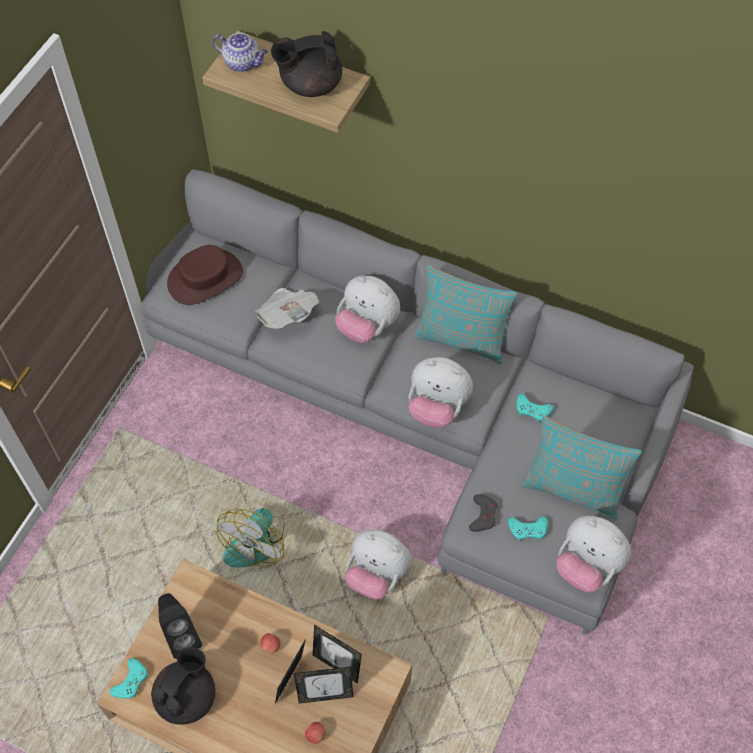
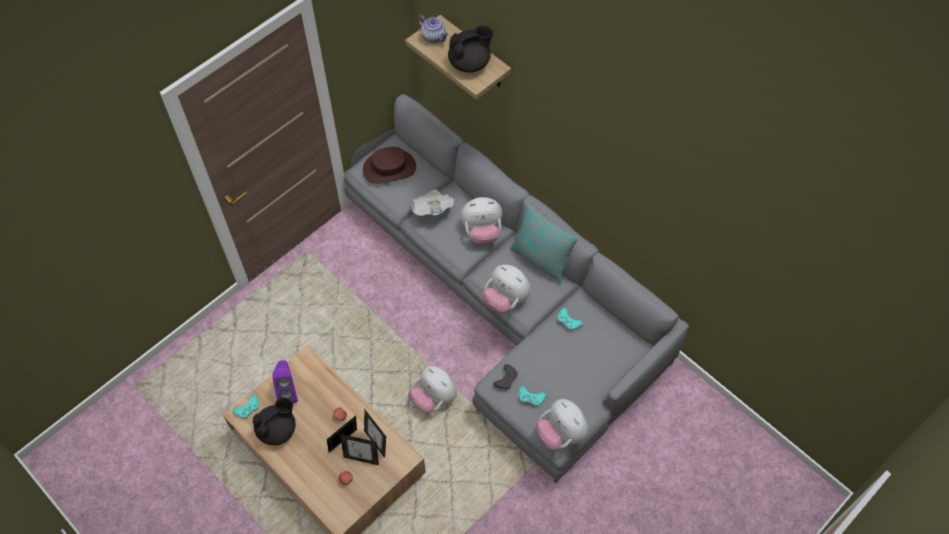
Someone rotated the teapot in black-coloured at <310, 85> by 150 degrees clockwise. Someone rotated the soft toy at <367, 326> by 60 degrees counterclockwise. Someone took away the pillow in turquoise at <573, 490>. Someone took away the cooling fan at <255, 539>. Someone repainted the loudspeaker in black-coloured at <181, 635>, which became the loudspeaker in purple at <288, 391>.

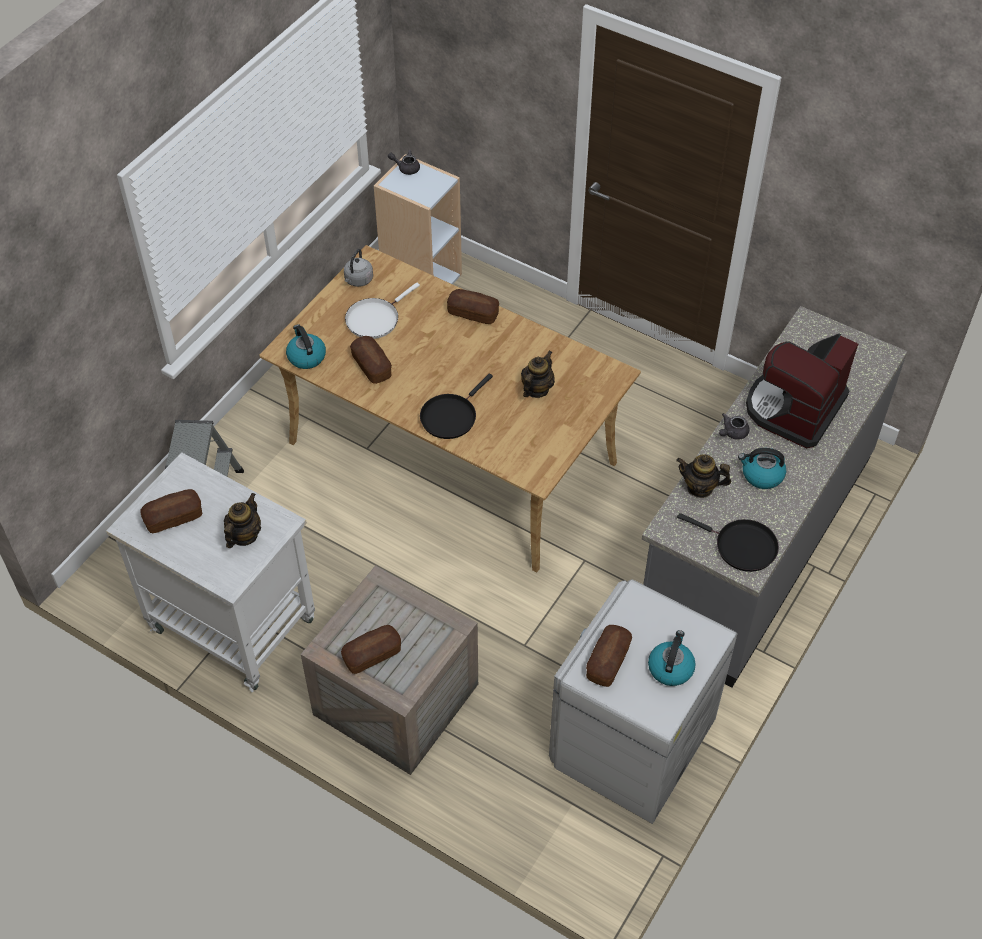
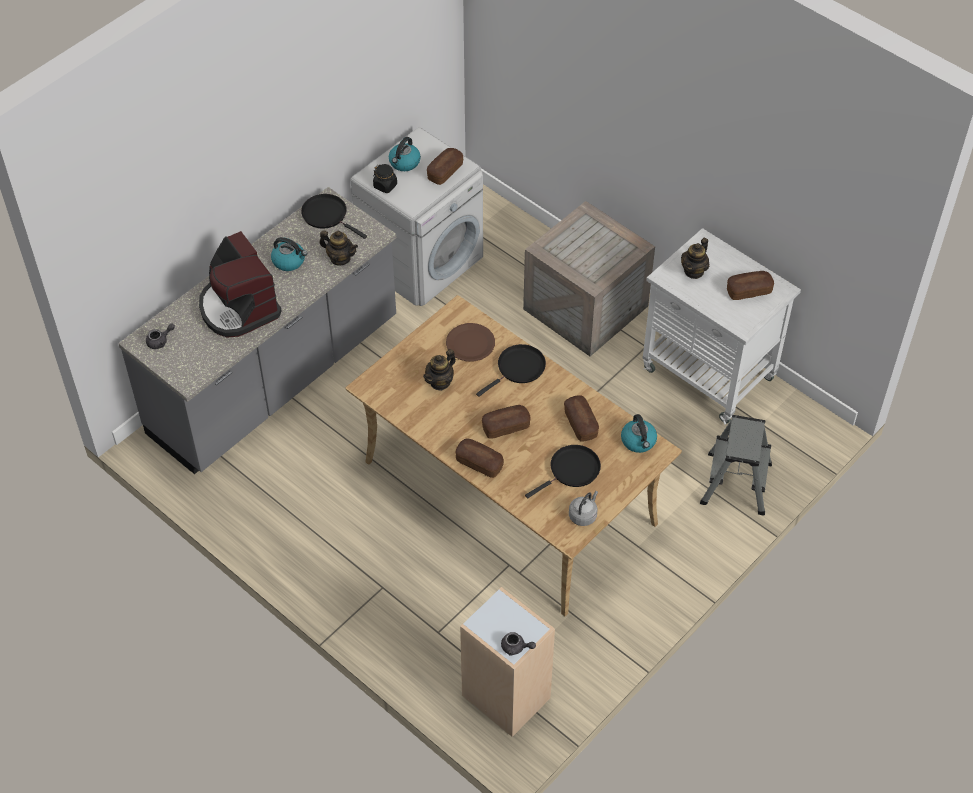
Someone repainted the skillet in whitish at <375, 319>, which became the skillet in black-coloured at <572, 470>. Someone rotated the coffee maker at <794, 408> by 105 degrees clockwise. Someone carried the teapot in grey from <732, 433> to <160, 341>. Someone carried the baked bread from <372, 655> to <505, 427>. Someone put down the jar in black-coloured at <385, 186>. Someone put down the flat dish in brownish at <470, 343>.

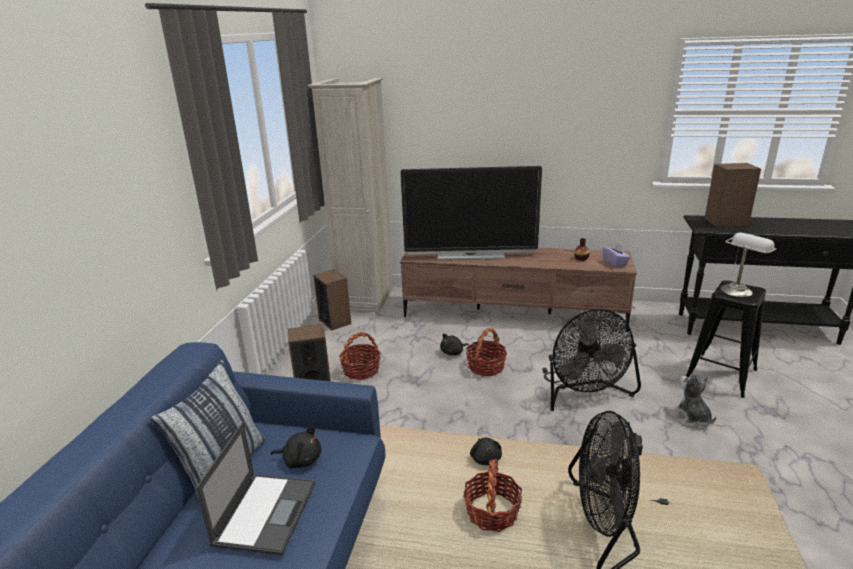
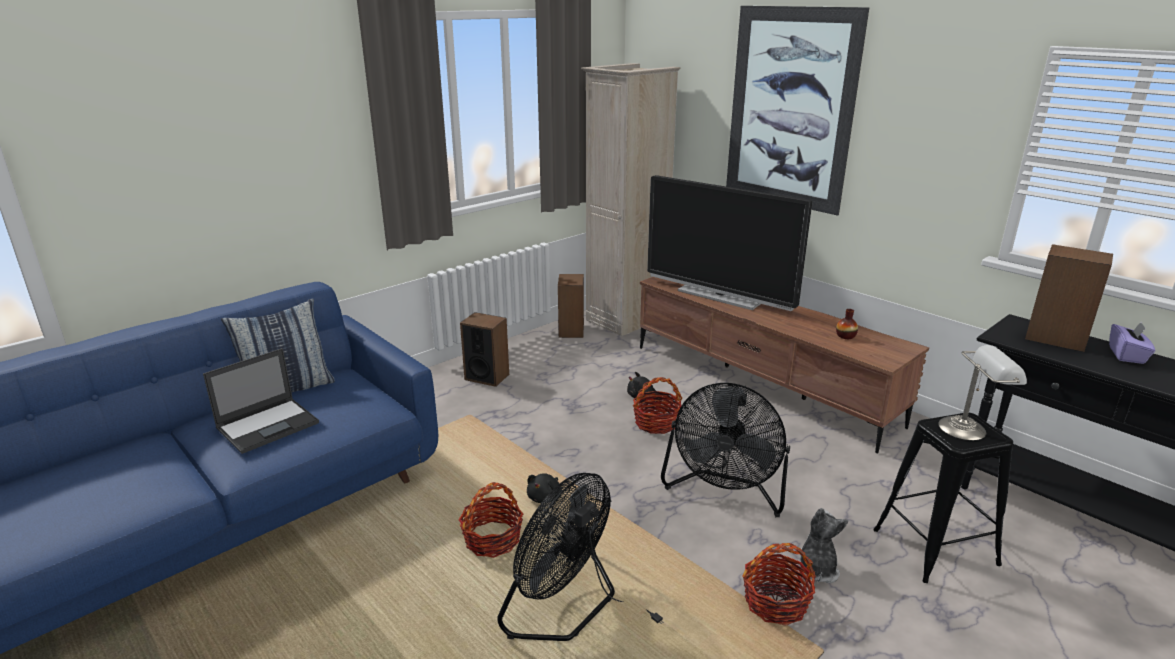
Someone carried the tissue box in purple from <615, 263> to <1127, 355>. Someone carried the household basket from <361, 370> to <775, 603>. Someone took away the soft toy in black-coloured at <301, 460>. Someone put up the wall art at <790, 109>.

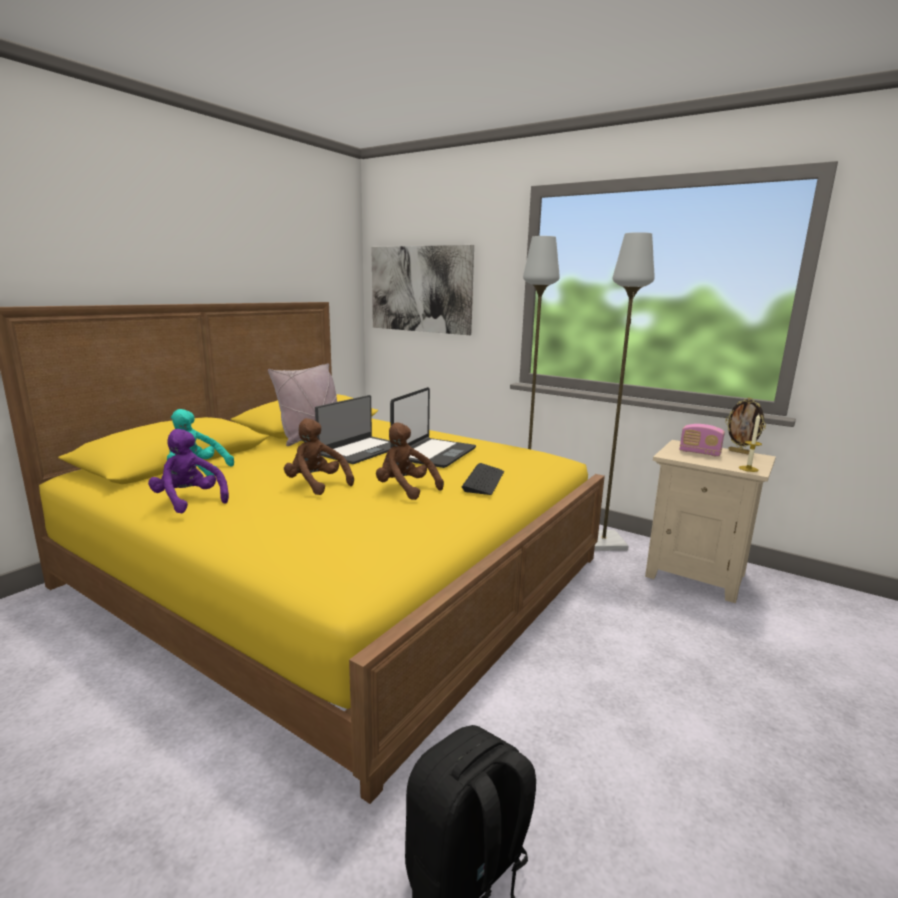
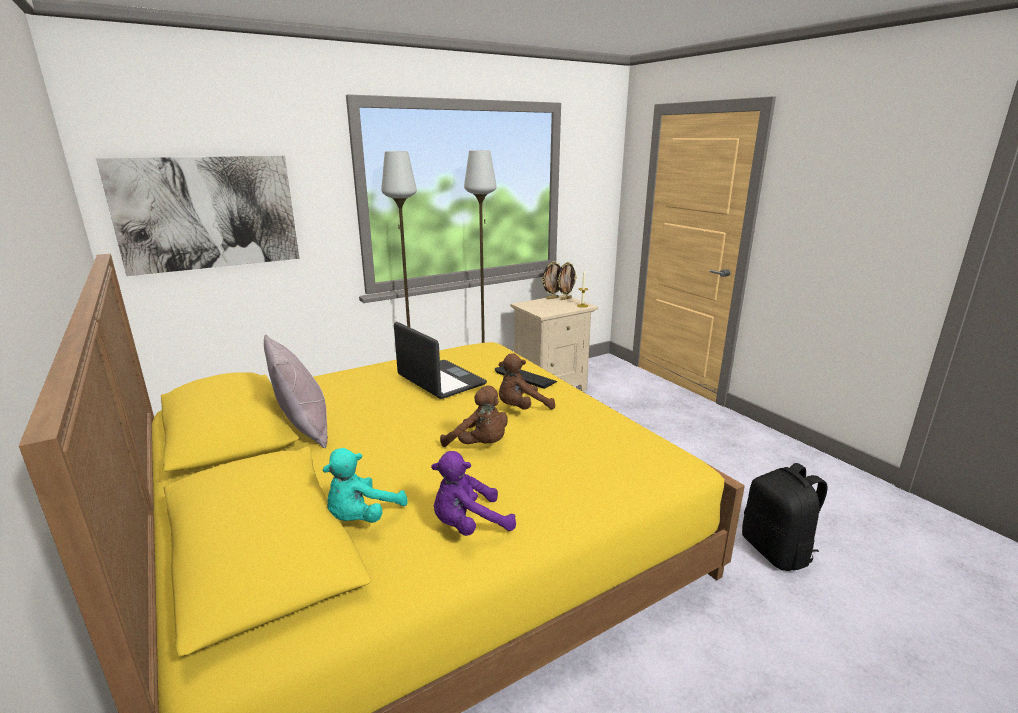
Someone took away the notebook computer at <361, 450>. Someone rotated the soft toy in brownish at <316, 484> by 120 degrees counterclockwise. Someone took away the radio at <699, 453>. Someone put down the photo frame at <565, 299>.

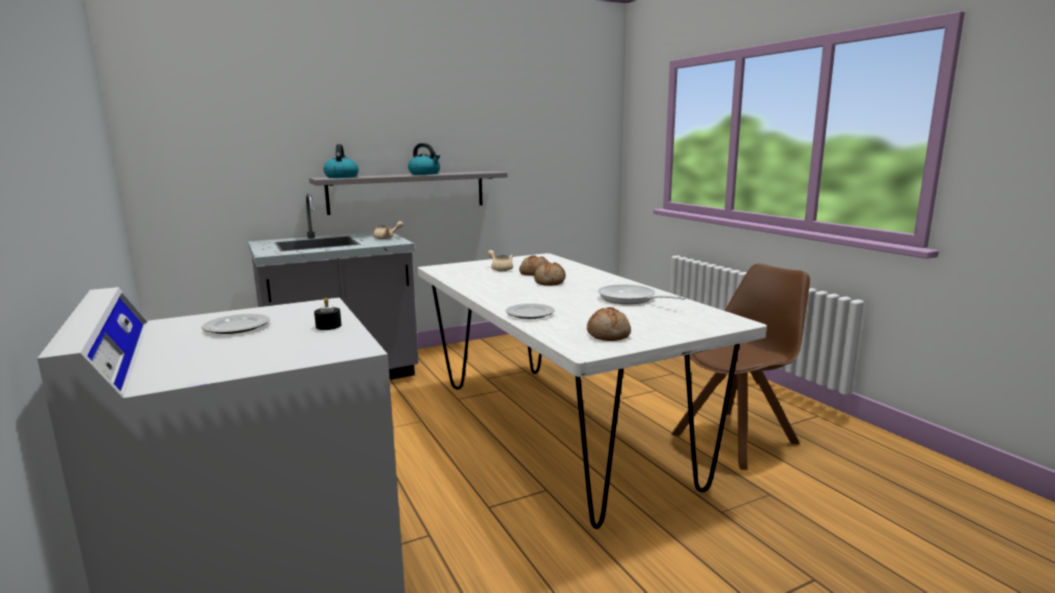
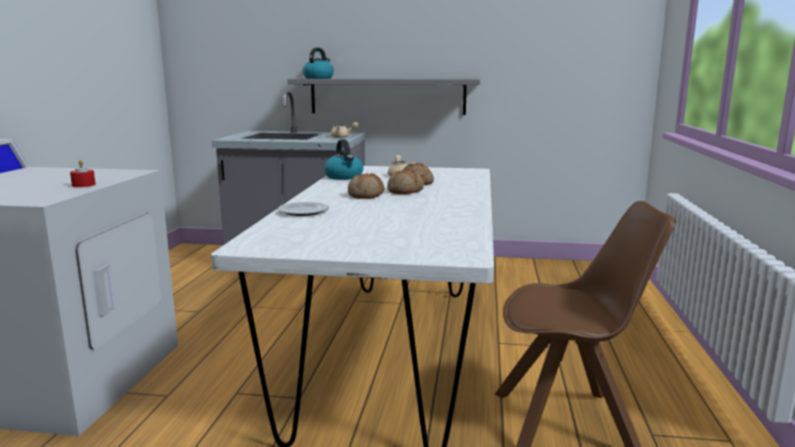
Someone carried the tea kettle from <425, 174> to <344, 177>. Someone took away the skillet at <630, 299>. Someone repainted the wax light in black-coloured at <328, 326>, which became the wax light in reddish at <83, 185>. Someone carried the baked bread from <608, 334> to <366, 195>. Someone took away the flat dish at <237, 327>.

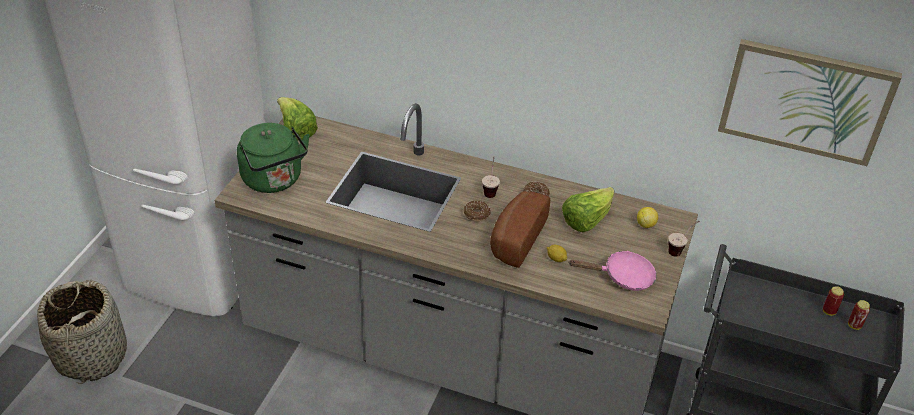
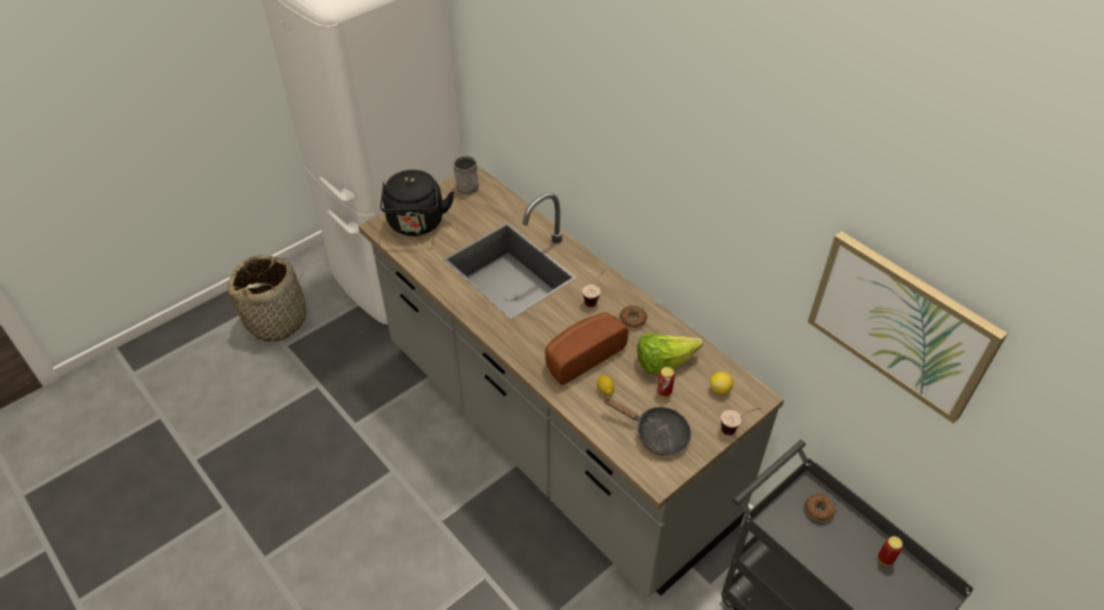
Someone swapped the lettuce head at <296, 130> for the coffee mug in grey at <467, 185>. Someone repainted the tea kettle in green at <274, 180>, which became the tea kettle in black-coloured at <416, 224>. Someone carried the ring doughnut from <476, 214> to <818, 510>. Someone repainted the skillet in pinkish at <623, 277>, which became the skillet in black-coloured at <656, 434>. Someone carried the can from <854, 325> to <664, 392>.

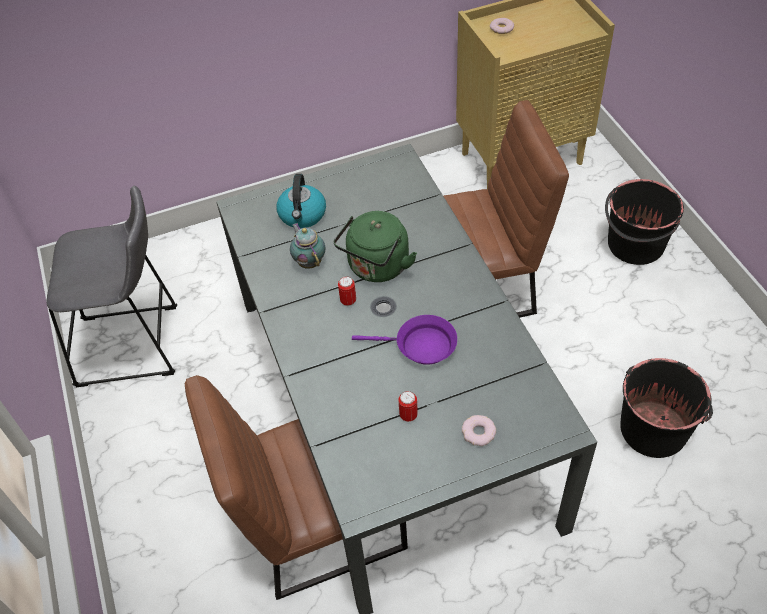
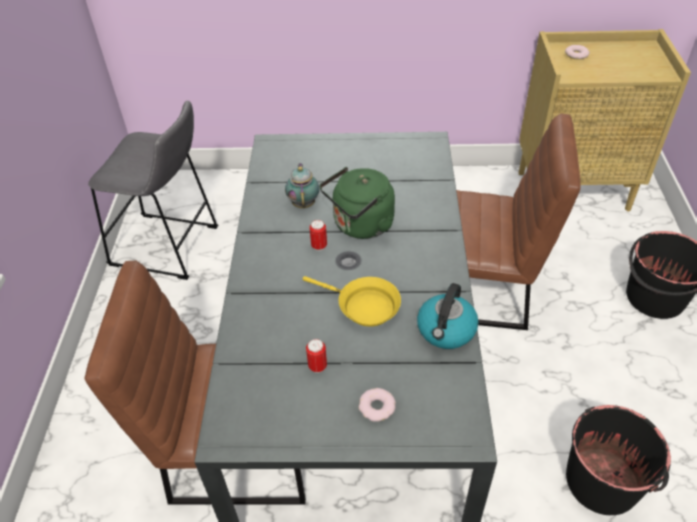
Someone carried the tea kettle from <302, 215> to <446, 331>. Someone repainted the skillet in purple at <420, 346>, which became the skillet in yellow-coloured at <363, 306>.

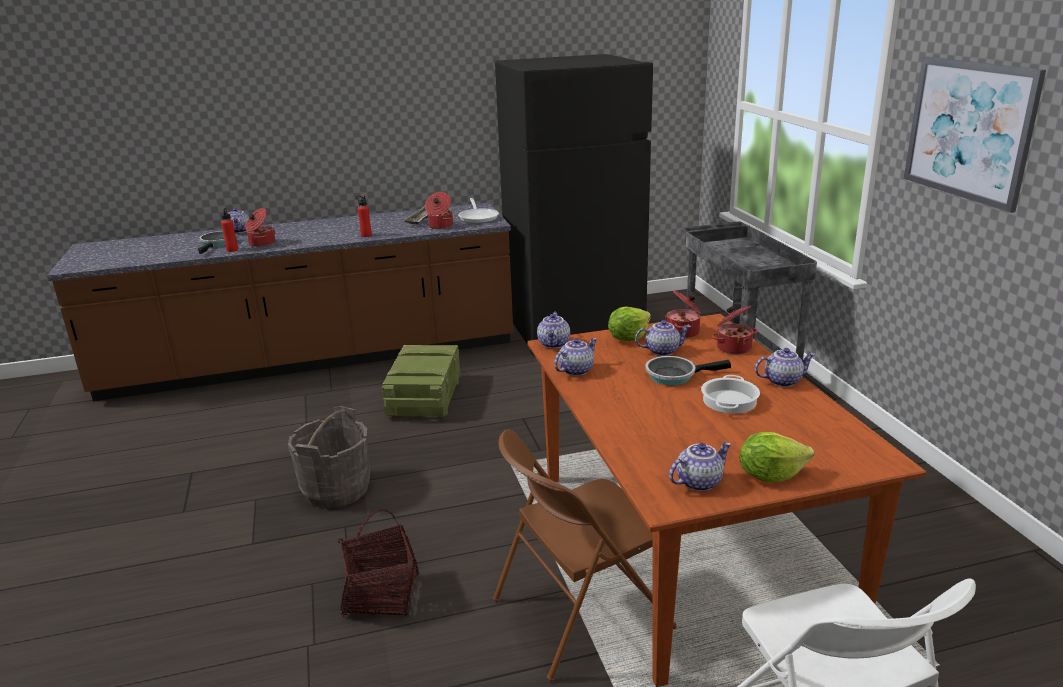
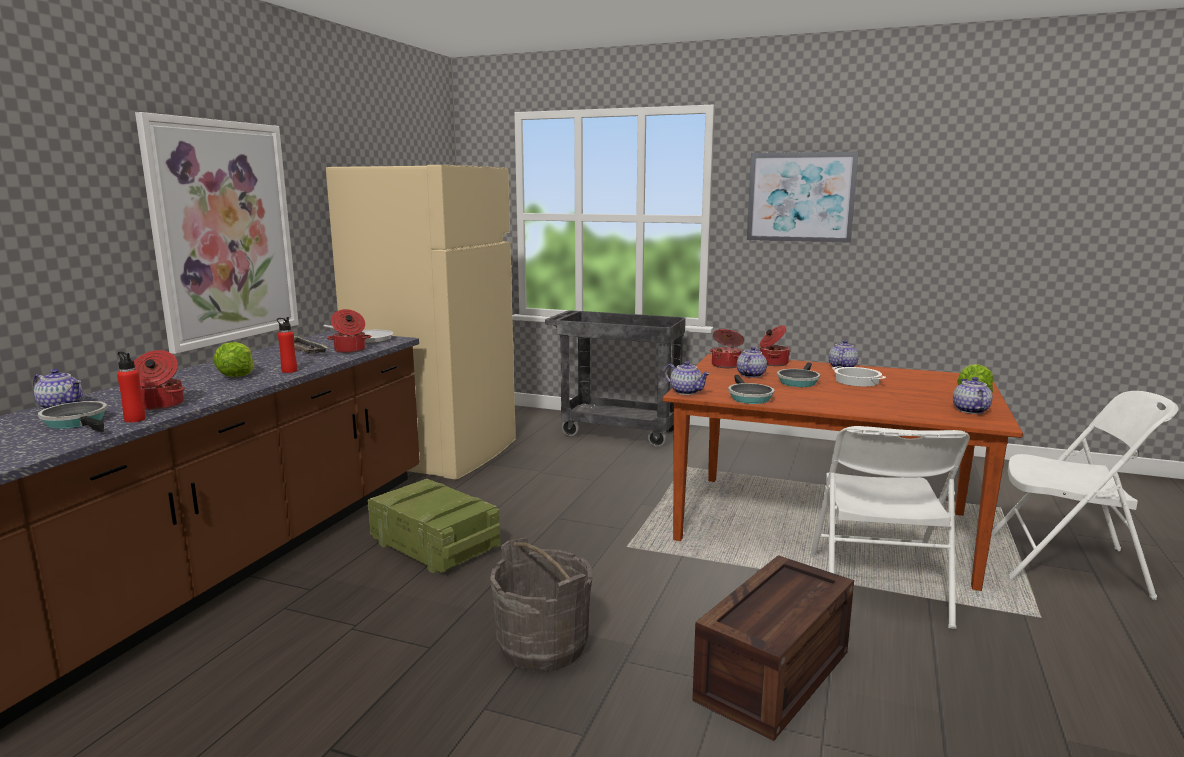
Someone repainted the refrigerator in black-coloured at <574, 328>, which became the refrigerator in beige at <438, 451>. Someone carried the lettuce head from <628, 338> to <236, 376>. Someone swapped the teapot at <575, 370> for the skillet at <748, 397>. Someone repainted the plain chair in brownish at <581, 613>, which became the plain chair in whitish at <875, 589>. Someone swapped the household basket at <382, 595> for the shipping crate at <772, 673>. Someone put up the wall art at <224, 232>.

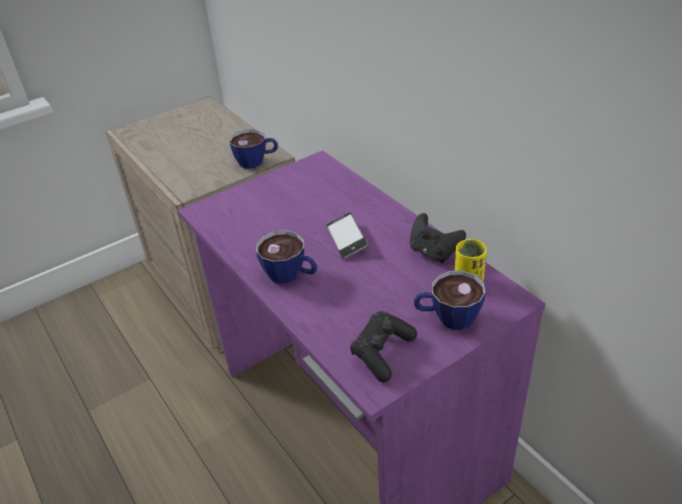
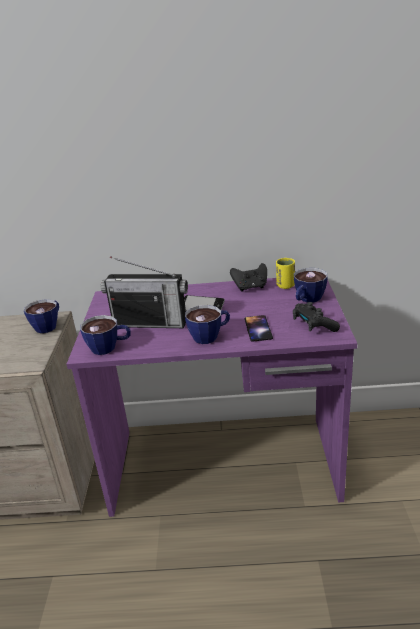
Someone put down the radio at <150, 323>. Someone put down the drinking cup at <109, 347>. Someone put down the phone at <258, 328>.

